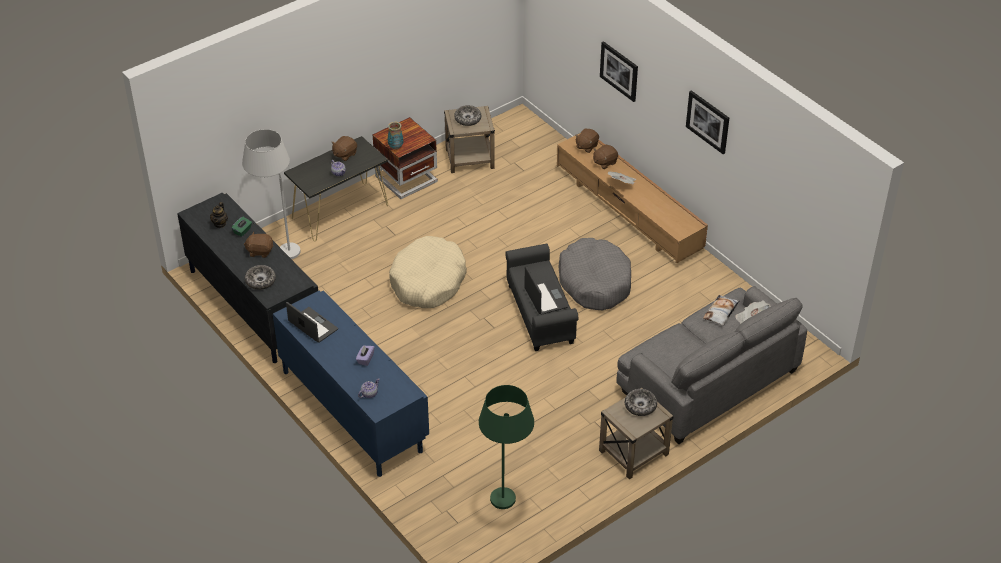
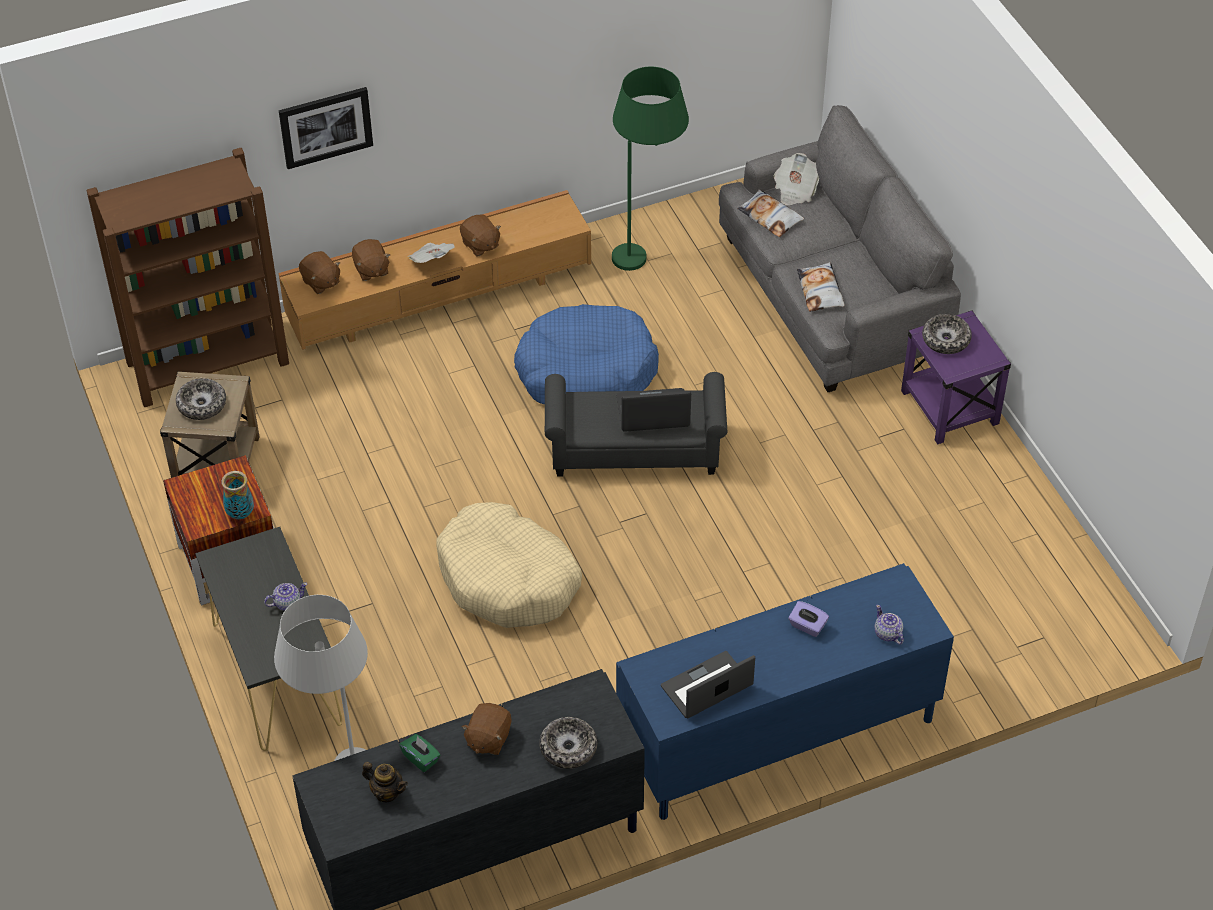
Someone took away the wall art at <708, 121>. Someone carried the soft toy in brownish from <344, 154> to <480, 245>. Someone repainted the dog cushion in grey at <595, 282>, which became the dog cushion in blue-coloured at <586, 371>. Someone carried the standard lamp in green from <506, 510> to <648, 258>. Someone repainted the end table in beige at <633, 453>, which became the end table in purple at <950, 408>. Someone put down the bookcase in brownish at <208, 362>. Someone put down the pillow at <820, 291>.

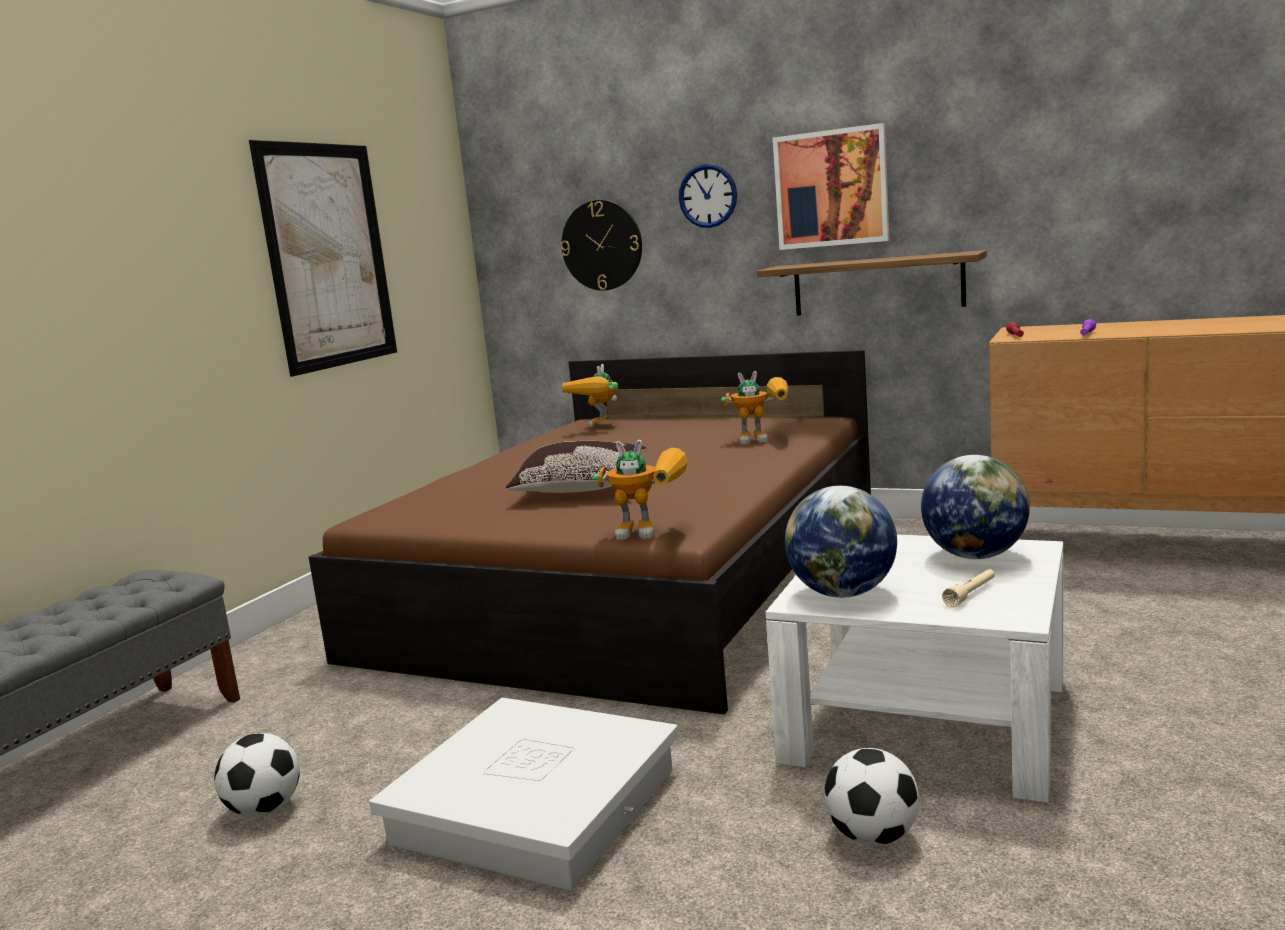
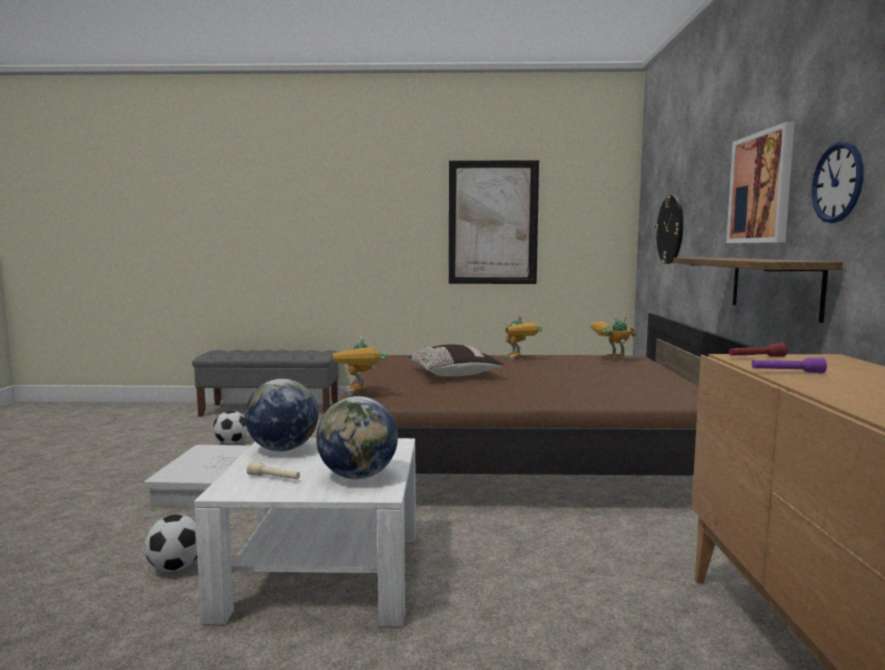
Someone carried the hanging clock from <708, 196> to <837, 182>. Someone carried the model robot from <764, 438> to <519, 358>.

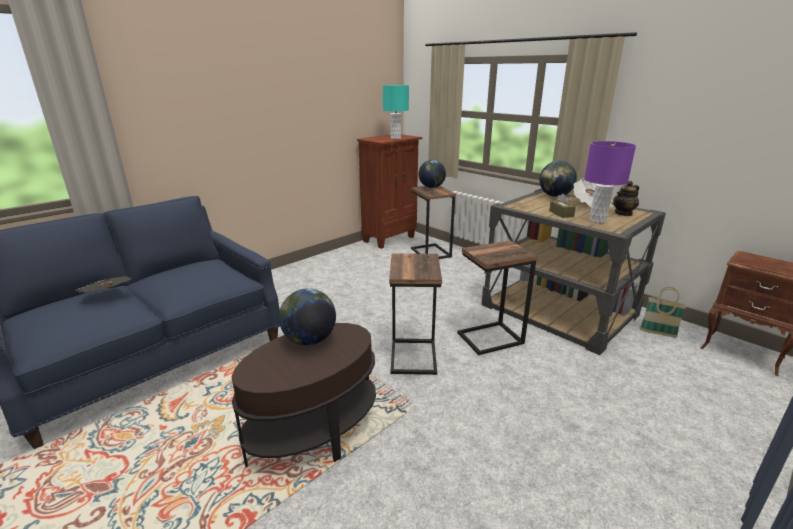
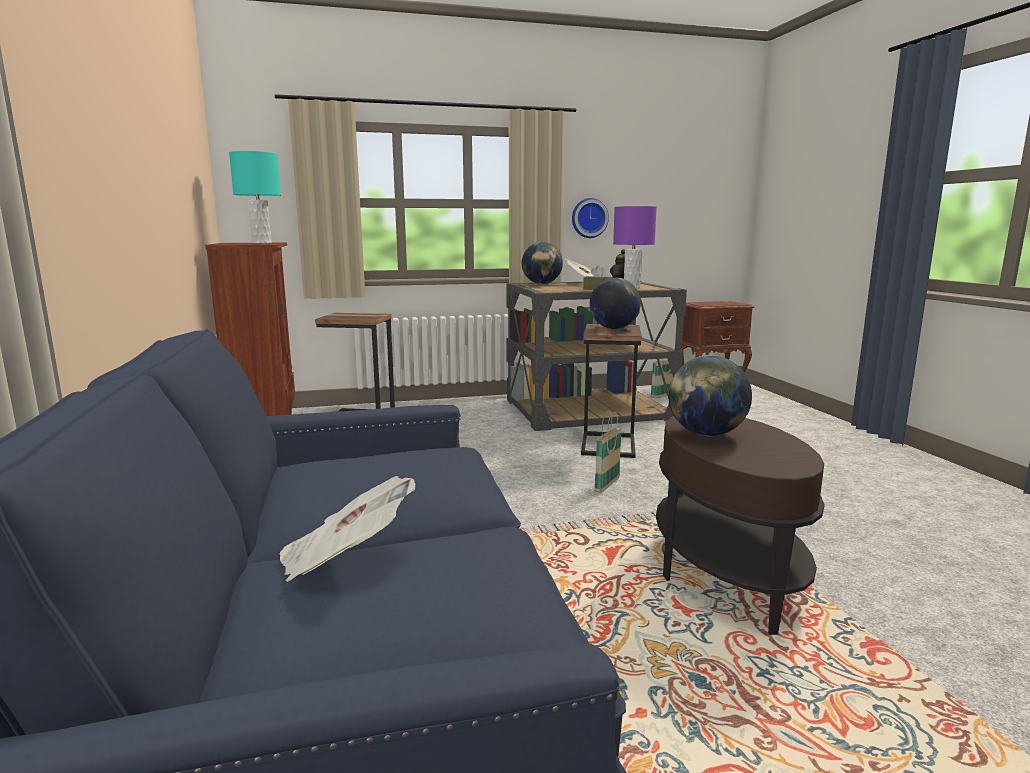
Someone carried the globe from <431, 187> to <614, 328>. Someone swapped the end table at <414, 356> for the household basket at <607, 485>. Someone put up the hanging clock at <589, 218>.

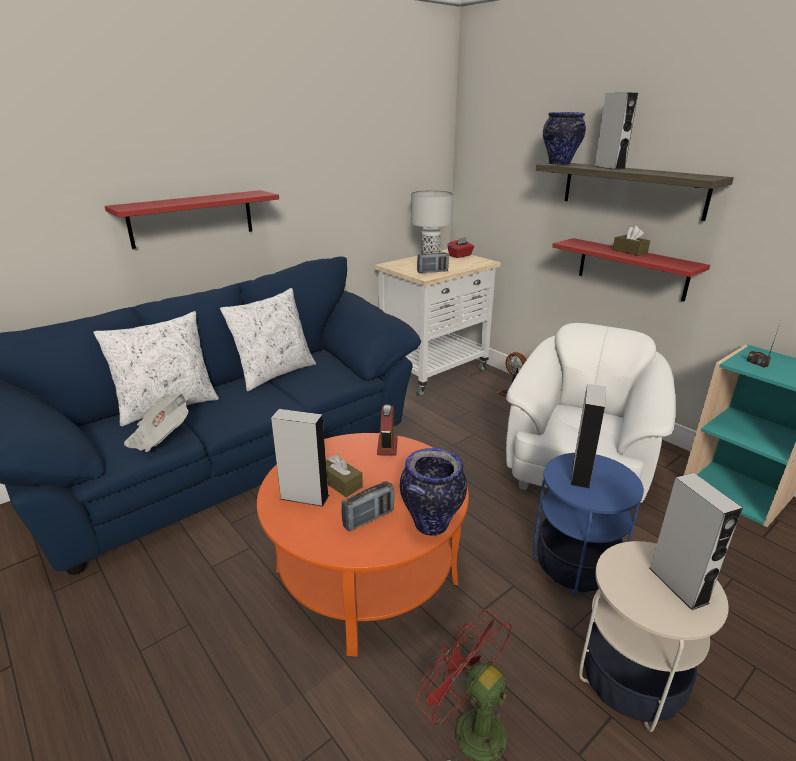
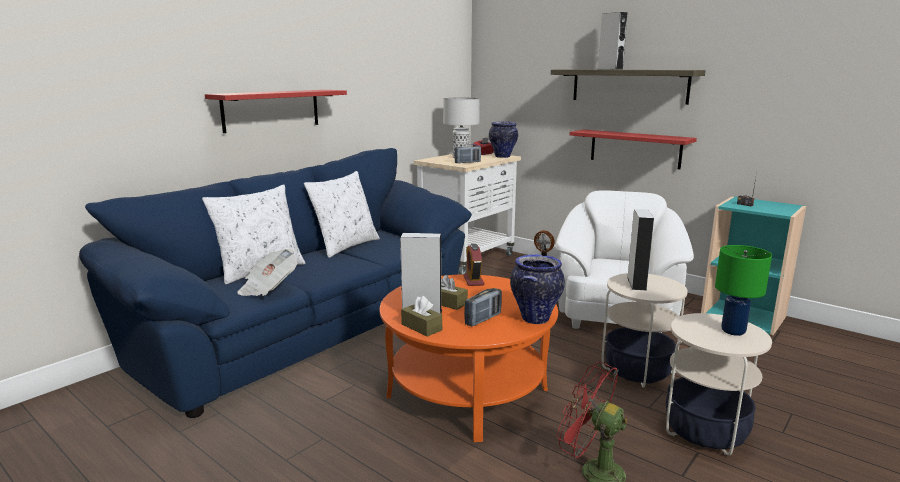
Someone carried the flower vase from <560, 164> to <503, 156>. Someone carried the tissue box in brownish from <629, 251> to <421, 327>. Someone repainted the end table in blue-coloured at <575, 568>, which became the end table in beige at <637, 372>. Someone swapped the loudspeaker in grey at <678, 585> for the lamp for a table in green at <733, 331>.

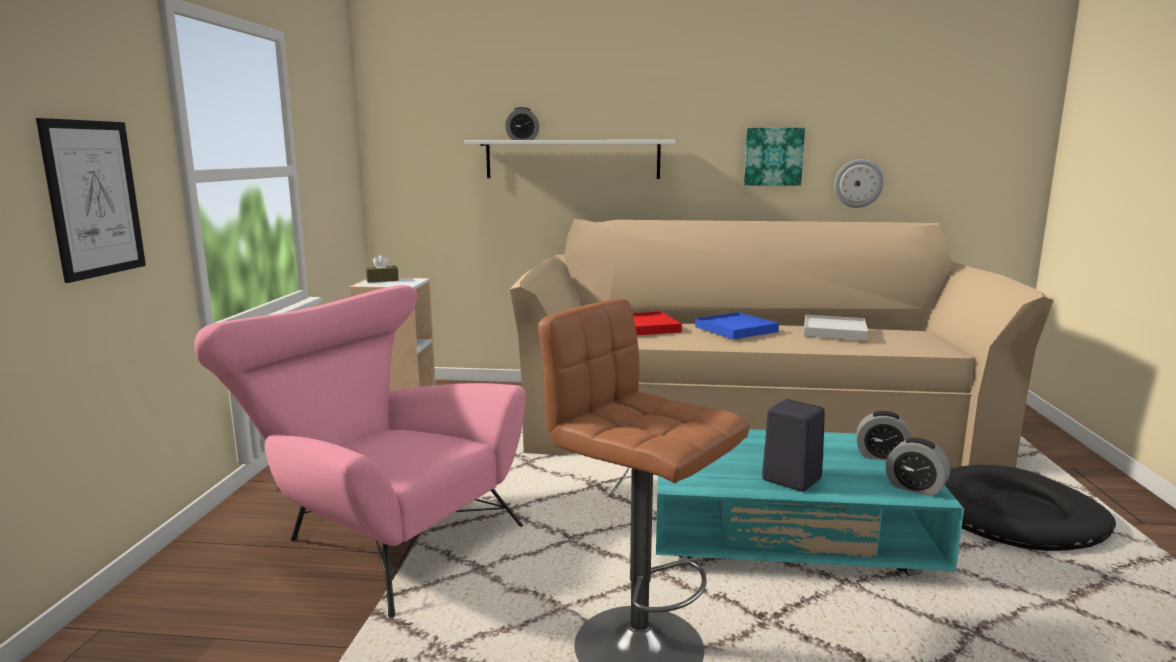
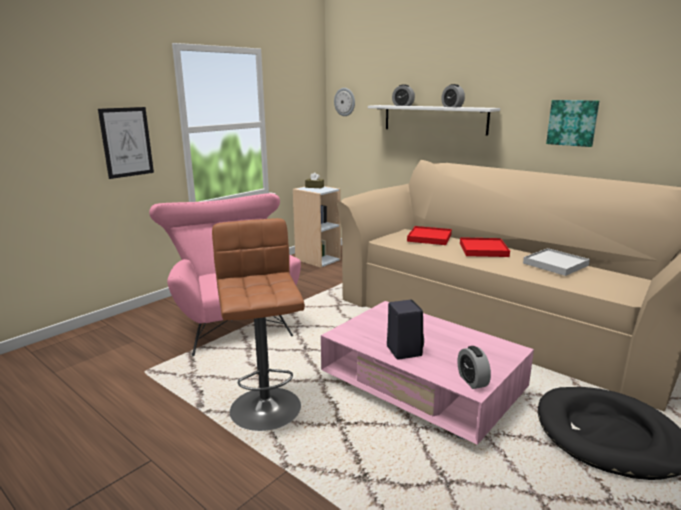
Someone carried the hanging clock from <858, 183> to <345, 102>. Someone repainted the serving tray in blue-coloured at <736, 329>, which became the serving tray in reddish at <483, 250>. Someone carried the bedside clock from <881, 456> to <452, 107>. Someone repainted the low table in turquoise at <786, 533>, which became the low table in pinkish at <421, 387>.

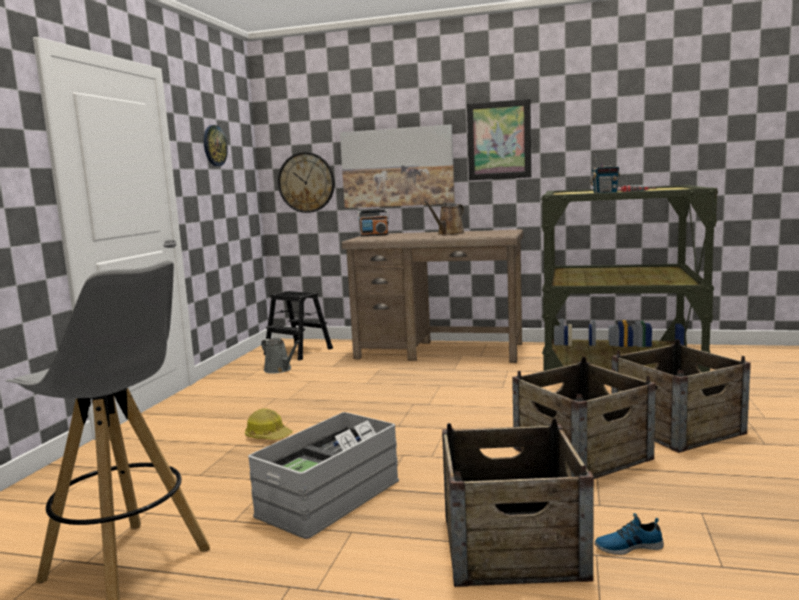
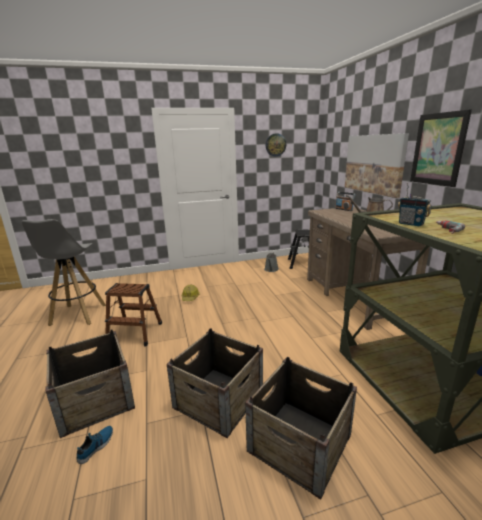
Someone took away the hanging clock at <306, 182>. Someone swapped the storage bin in grey at <328, 496> for the step stool in brownish at <135, 332>. Someone rotated the low shoe at <628, 546> by 60 degrees clockwise.

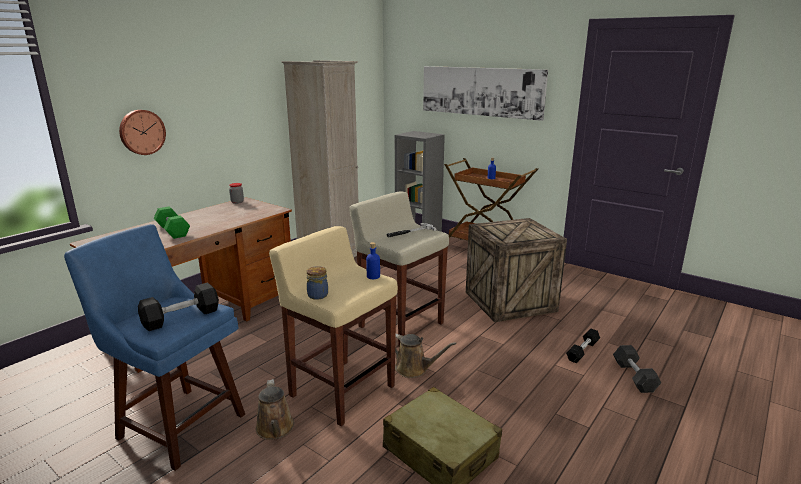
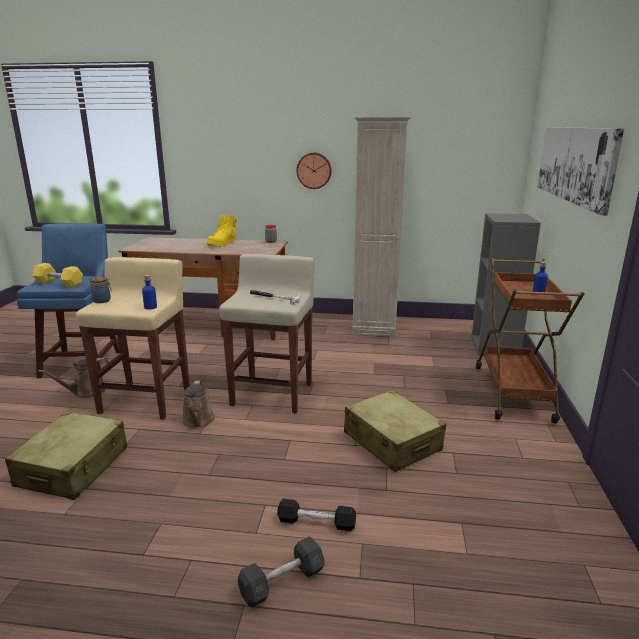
Someone carried the hanging clock from <141, 132> to <314, 170>. Someone took away the dumbbell in green at <173, 231>. Someone swapped the shipping crate at <510, 302> for the piece of luggage in beige at <392, 442>. Someone repainted the dumbbell in black-coloured at <181, 317>, which became the dumbbell in yellow-coloured at <59, 283>. Someone put down the high-top boot in yellow-coloured at <223, 244>.

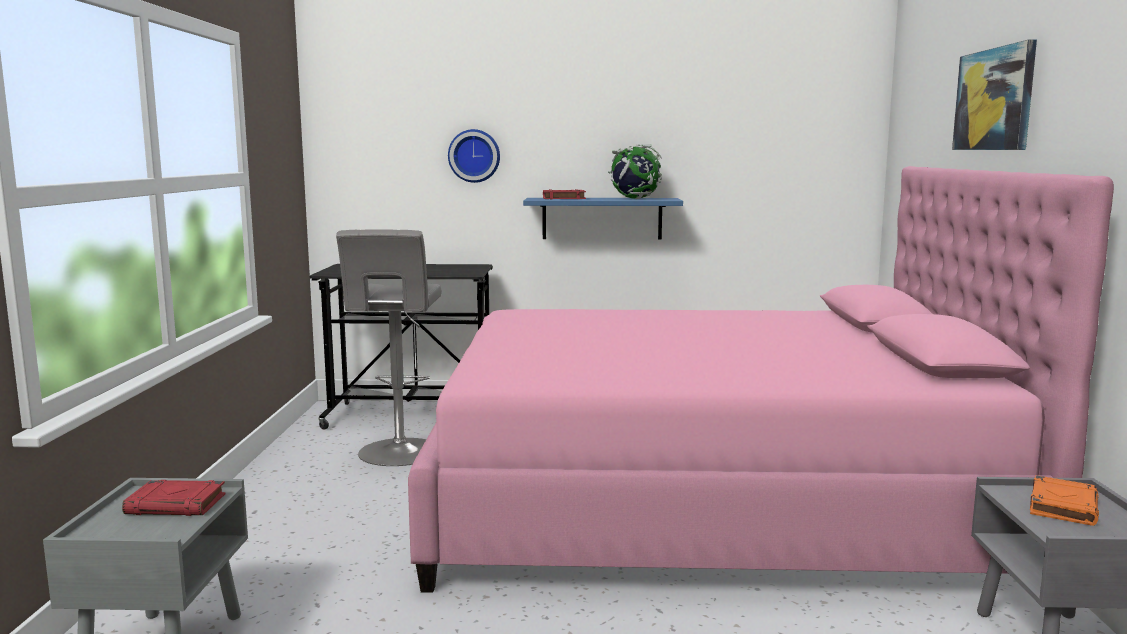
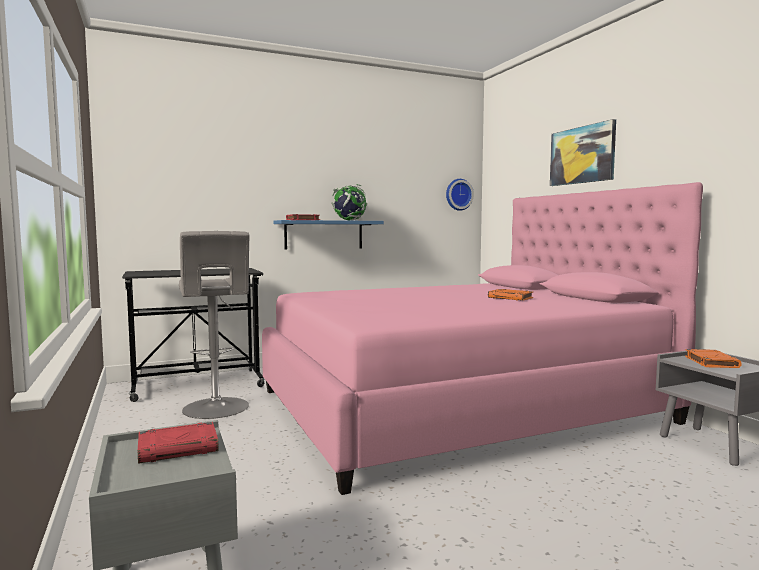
Someone carried the hanging clock from <474, 156> to <458, 194>. Someone put down the book in orange-coloured at <511, 298>.

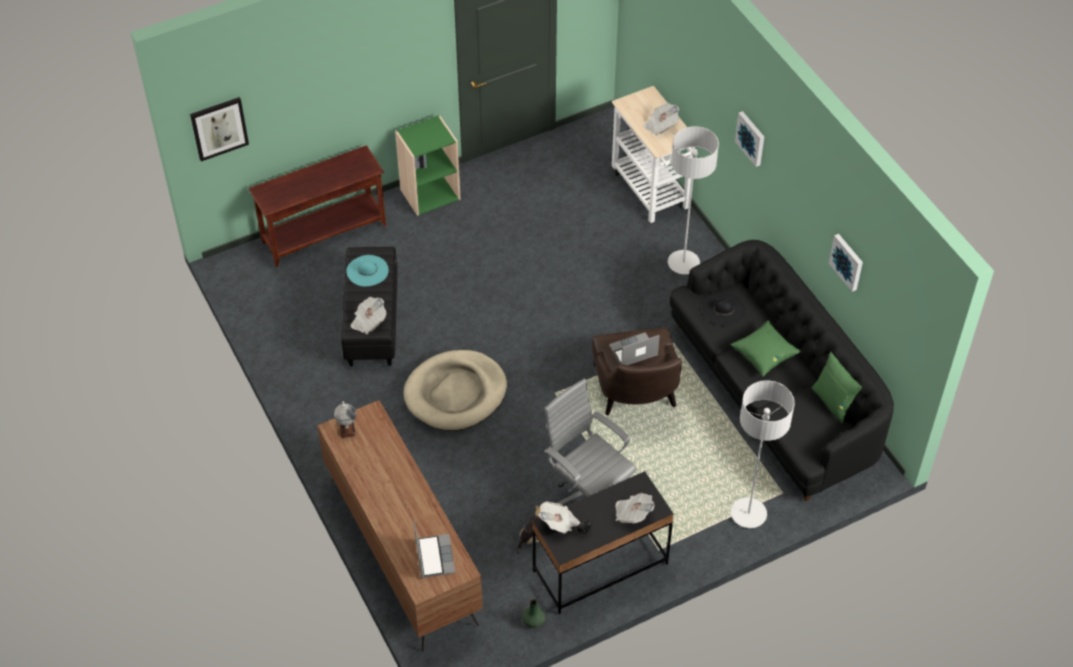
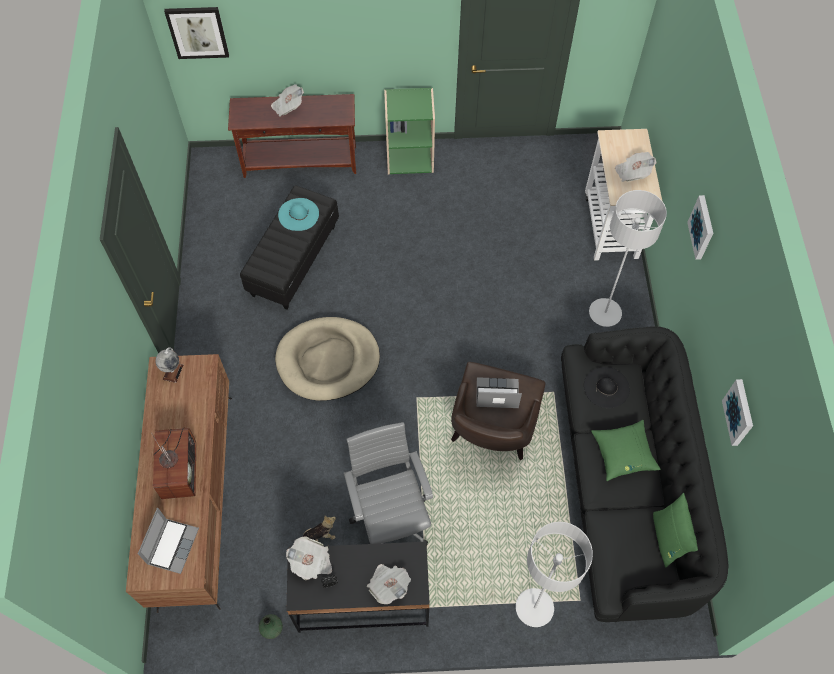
Someone carried the newspaper from <368, 321> to <288, 106>. Someone put down the TV set at <178, 469>.

